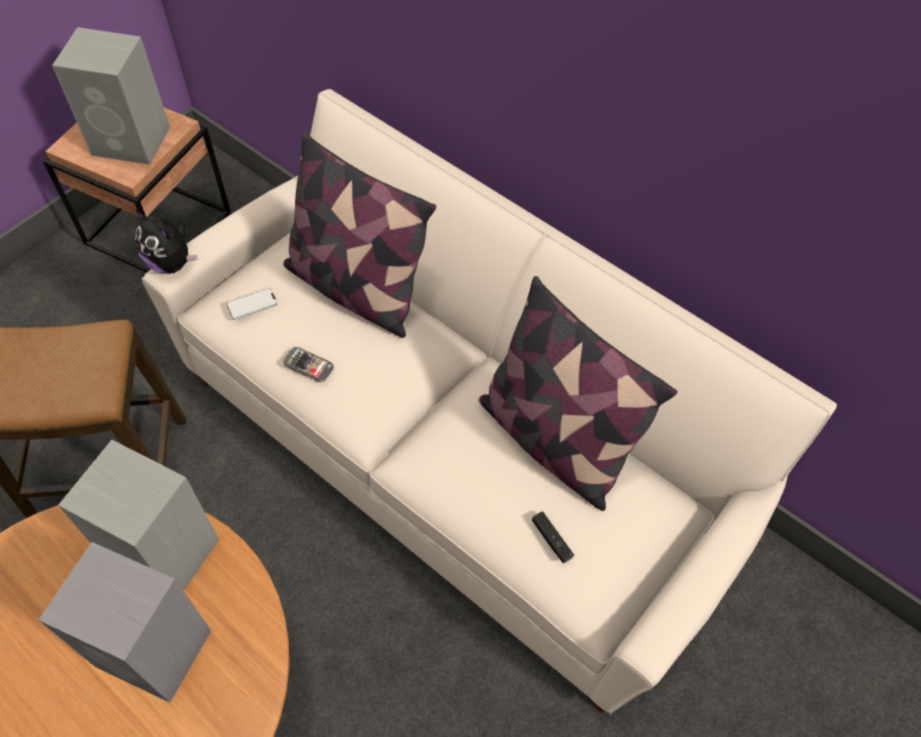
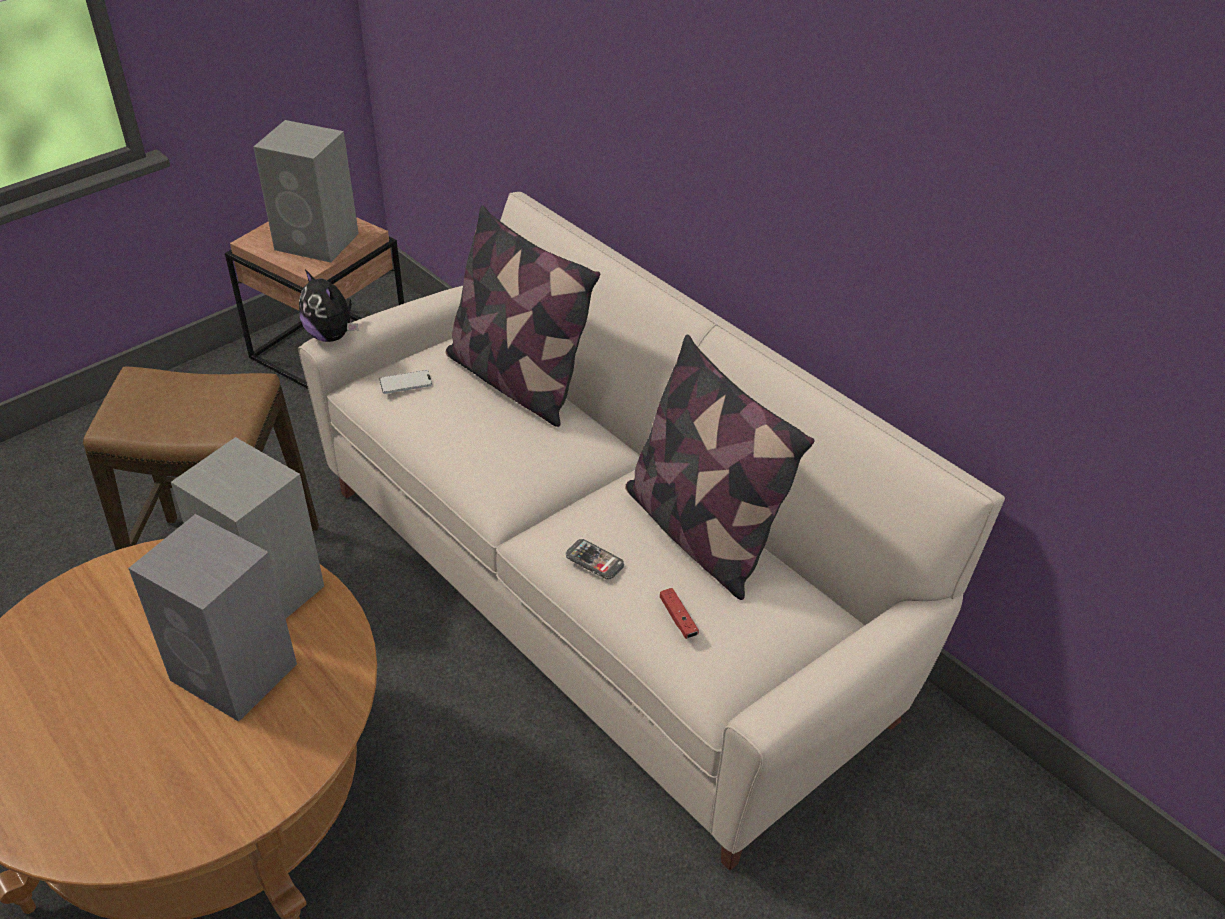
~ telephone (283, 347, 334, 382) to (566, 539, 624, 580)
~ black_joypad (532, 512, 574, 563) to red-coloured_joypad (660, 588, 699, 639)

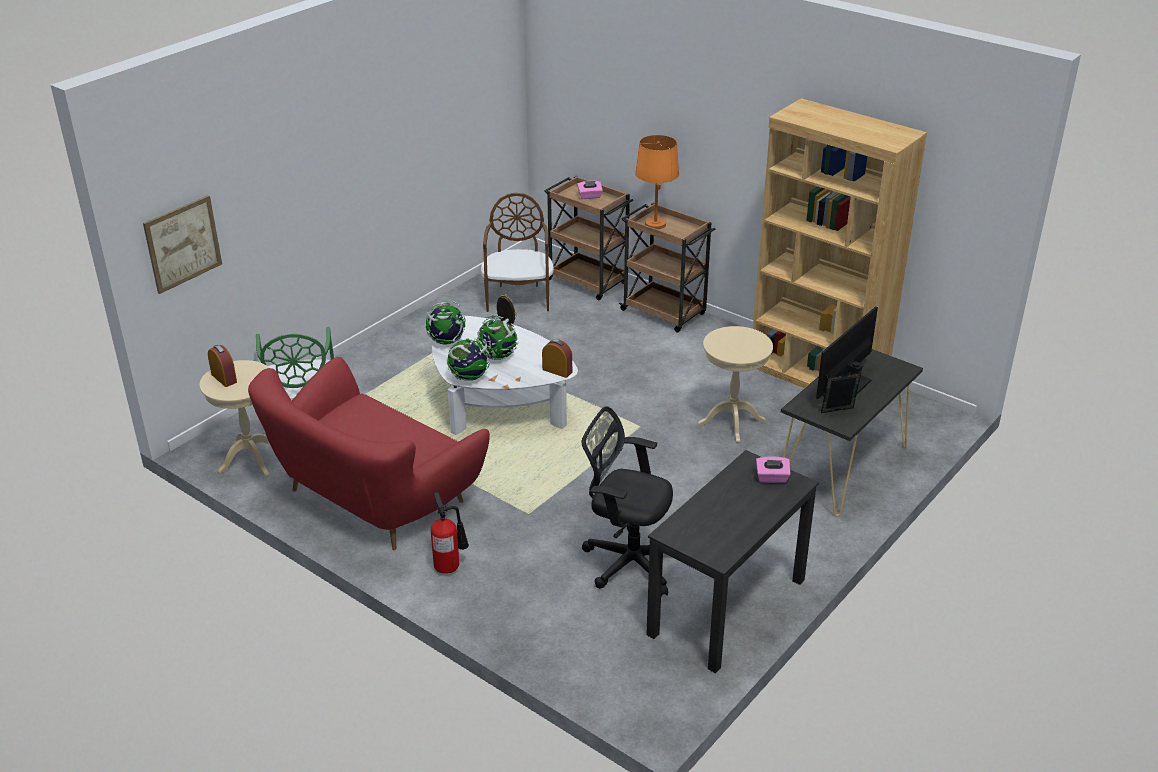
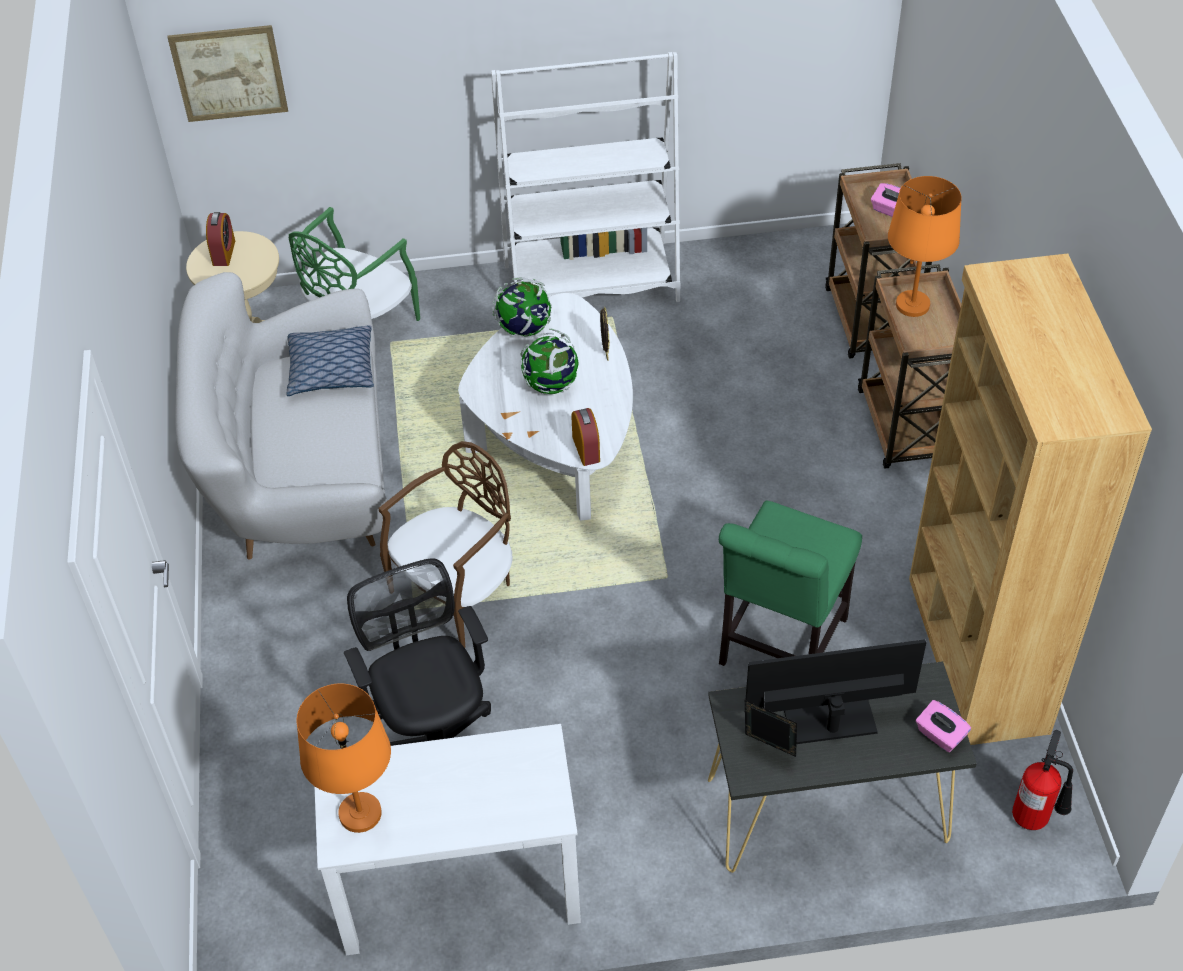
- desk_globe (446, 335, 491, 381)
+ throw_pillow (286, 325, 374, 396)
+ orangey_table_lamp (297, 683, 391, 833)
+ whitish_bookcase (491, 52, 680, 302)
~ fire_extinguisher (431, 492, 469, 574) to (1012, 730, 1073, 830)
~ brown-coloured_upright_chair (481, 193, 554, 312) to (379, 441, 513, 648)
~ pinkish_tissue_box (756, 456, 791, 483) to (916, 700, 971, 752)
~ beige-coloured_accent_table (698, 326, 773, 443) to greenish_upright_chair (719, 500, 862, 666)
~ red-coloured_settee (248, 357, 490, 550) to whitish_settee (175, 272, 387, 560)
~ black_desk_unit (646, 450, 819, 673) to whitish_desk_unit (314, 724, 581, 955)

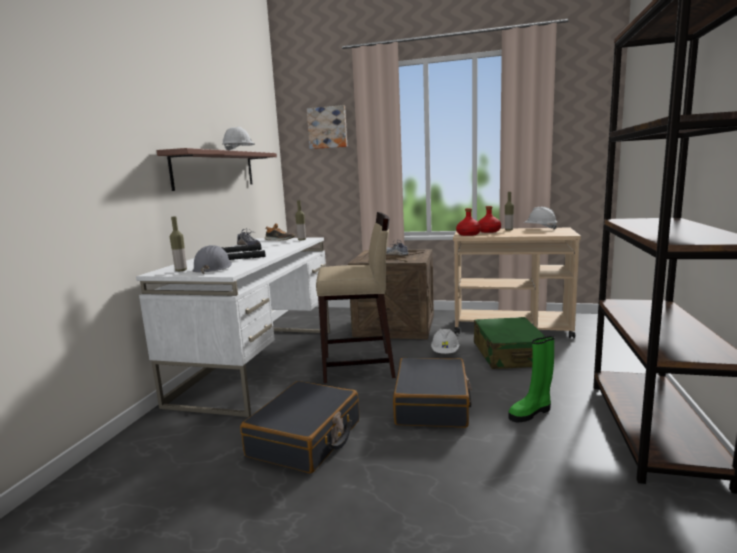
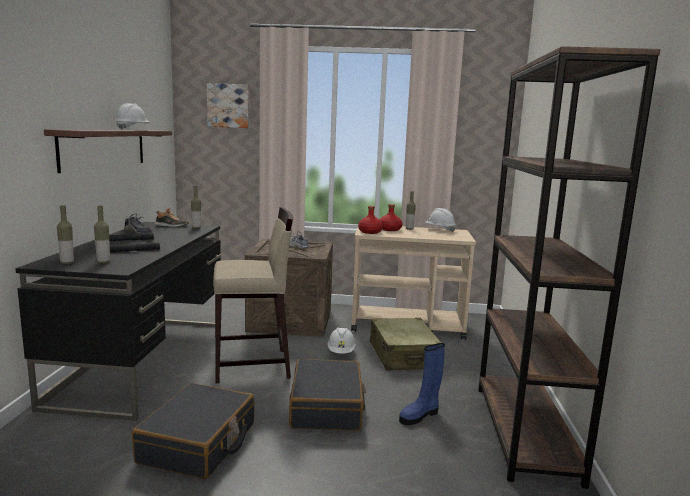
~ grey_safety_helmet (193, 245, 232, 274) to beverage_bottle (94, 206, 110, 263)
~ whitish_desk_unit (136, 237, 330, 417) to black_desk_unit (15, 222, 221, 421)
~ greenish_travel_case (474, 317, 546, 369) to beige-coloured_travel_case (370, 318, 442, 370)
~ greenish_boot (508, 336, 554, 422) to blue-coloured_boot (399, 343, 445, 425)

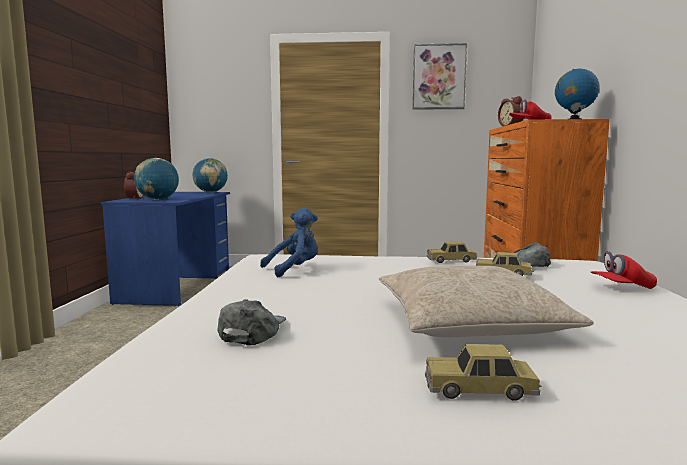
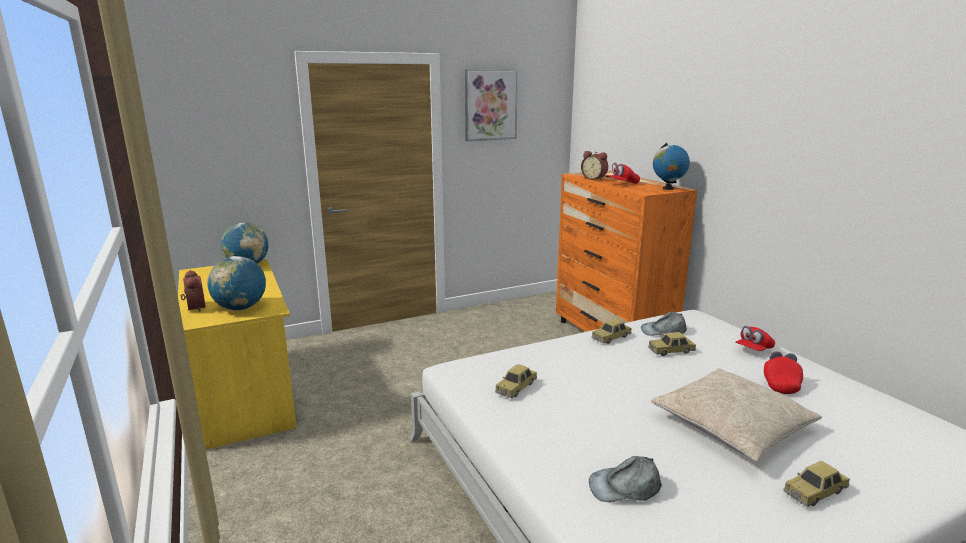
+ red-coloured_baseball_cap (764, 351, 803, 394)
~ blue-coloured_soft_toy (260, 208, 318, 277) to toy_car (495, 364, 537, 398)
~ blue-coloured_desk_unit (100, 192, 230, 306) to yellowish_desk_unit (178, 259, 297, 450)
~ grey_baseball_cap (217, 299, 286, 345) = (589, 456, 662, 502) 75 degrees counterclockwise

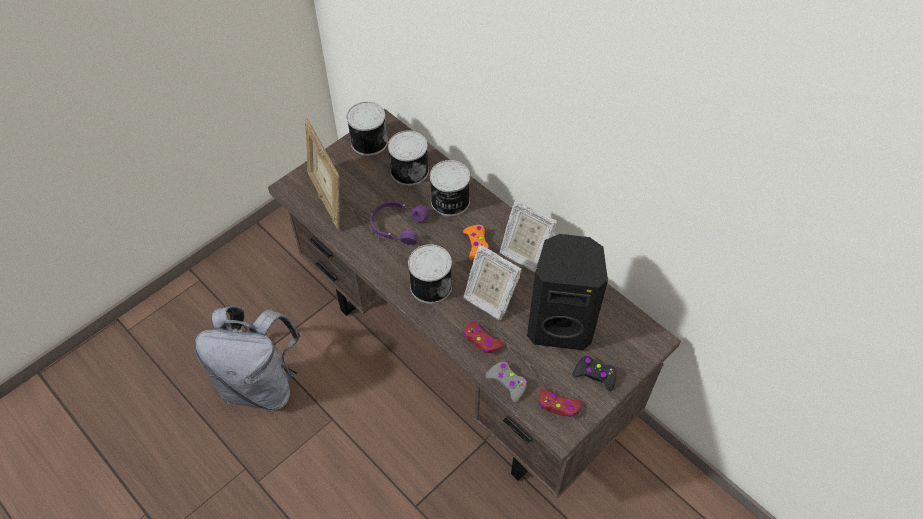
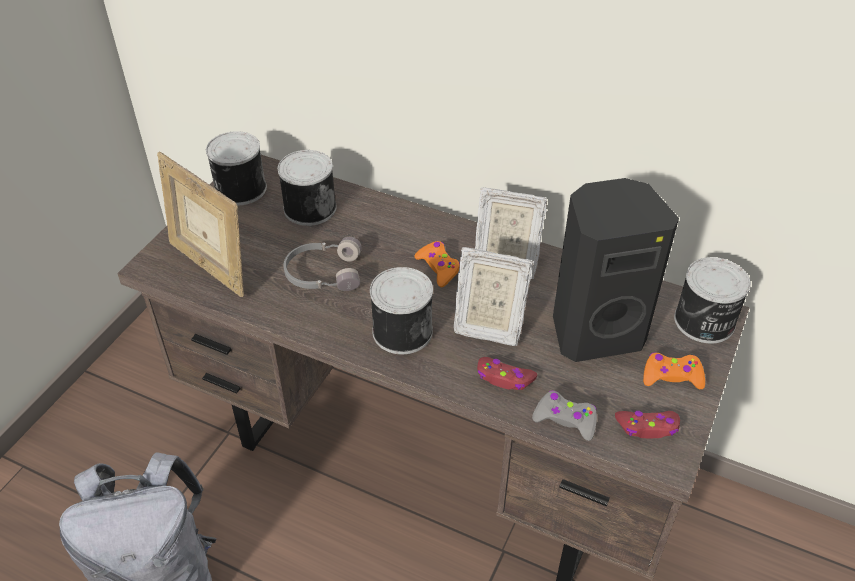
~ can (430, 160, 470, 216) to (674, 257, 751, 344)
~ purple_headset (370, 202, 429, 245) to grey_headset (284, 237, 362, 291)
~ black_joypad (573, 355, 616, 391) to orangey_joypad (643, 352, 705, 389)

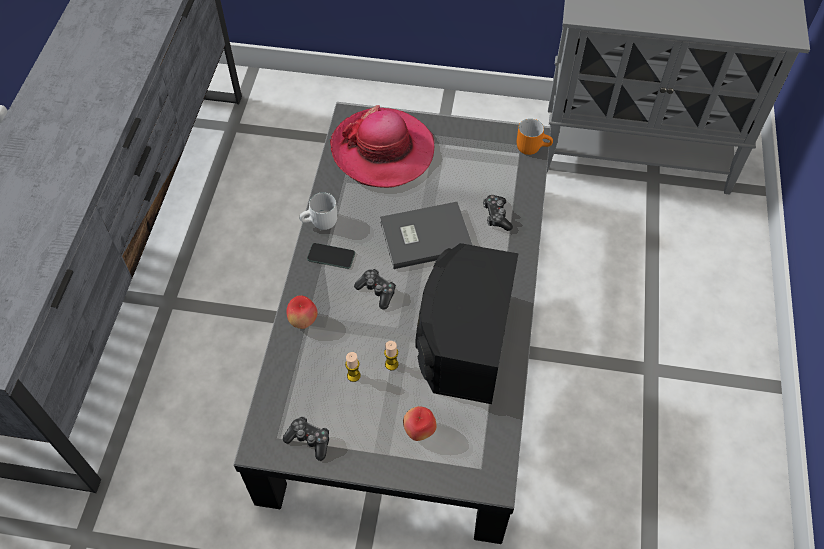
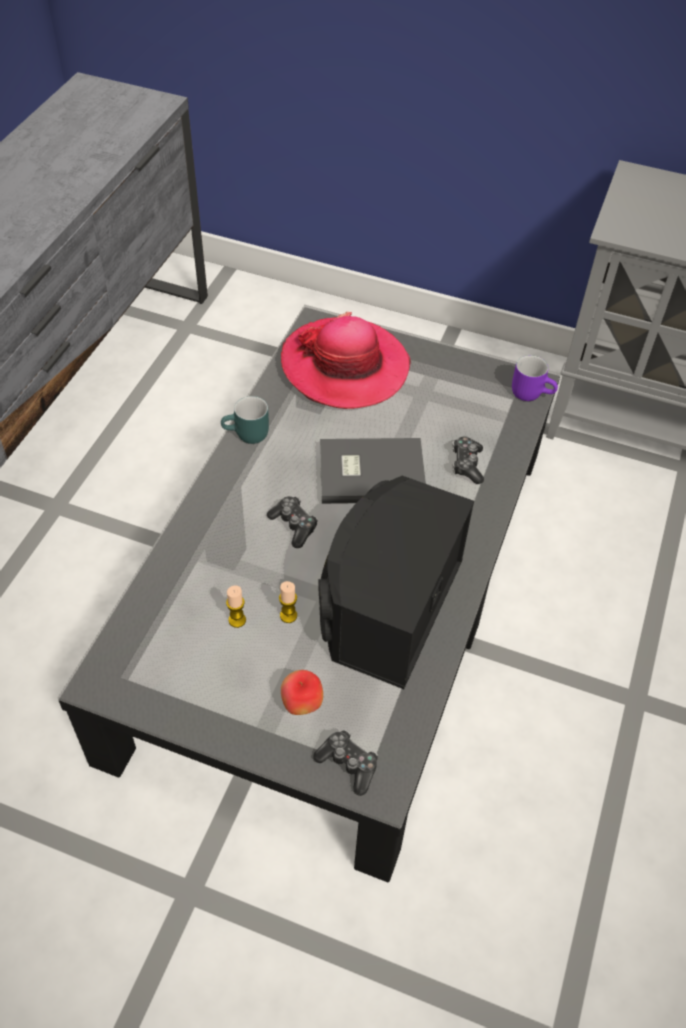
- whole_apple (287, 295, 318, 329)
- telephone (307, 243, 355, 269)
~ joypad (283, 416, 329, 461) to (313, 730, 378, 796)
~ whitish_tea_mug (299, 192, 337, 230) to turquoise_tea_mug (221, 396, 269, 444)
~ orangey_tea_mug (517, 119, 553, 155) to purple_tea_mug (512, 355, 558, 401)

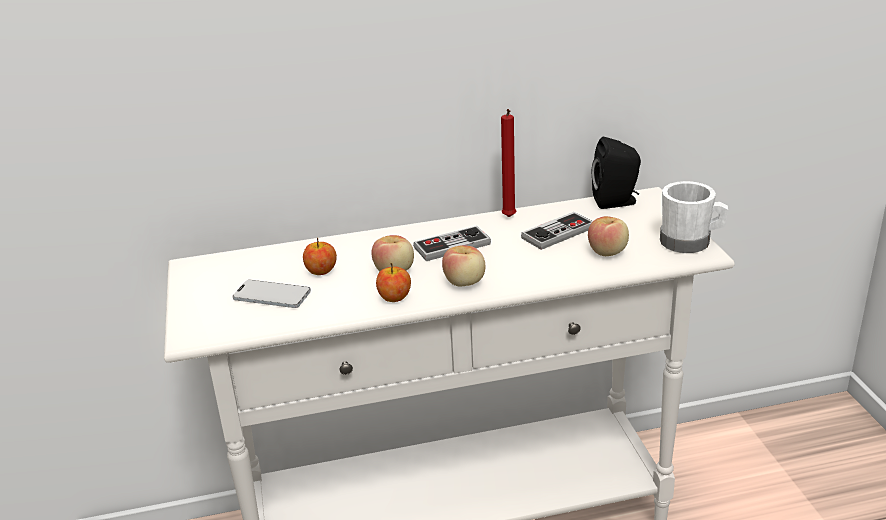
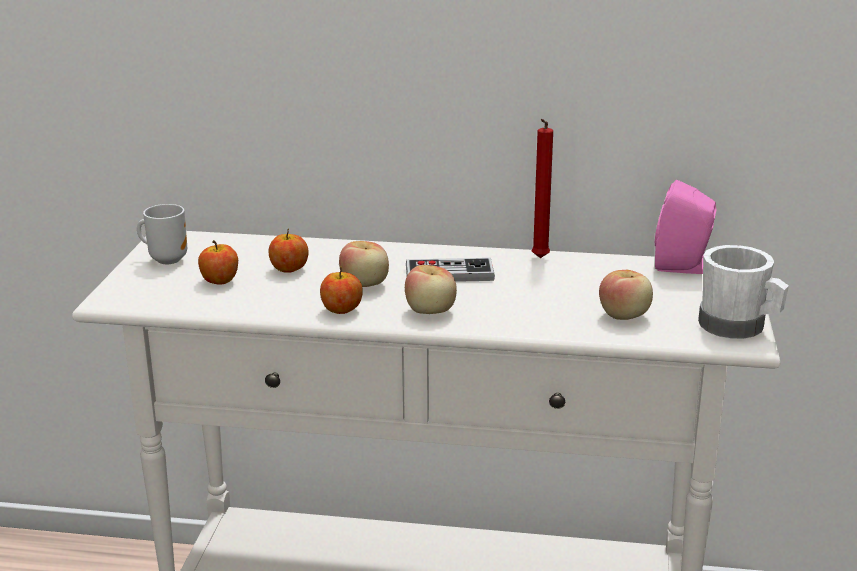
- joypad (521, 212, 593, 250)
+ tea_mug (137, 204, 187, 264)
~ telephone (233, 280, 311, 308) to whole_apple (198, 240, 238, 284)
~ black_loudspeaker (592, 137, 641, 209) to pinkish_loudspeaker (655, 180, 716, 274)

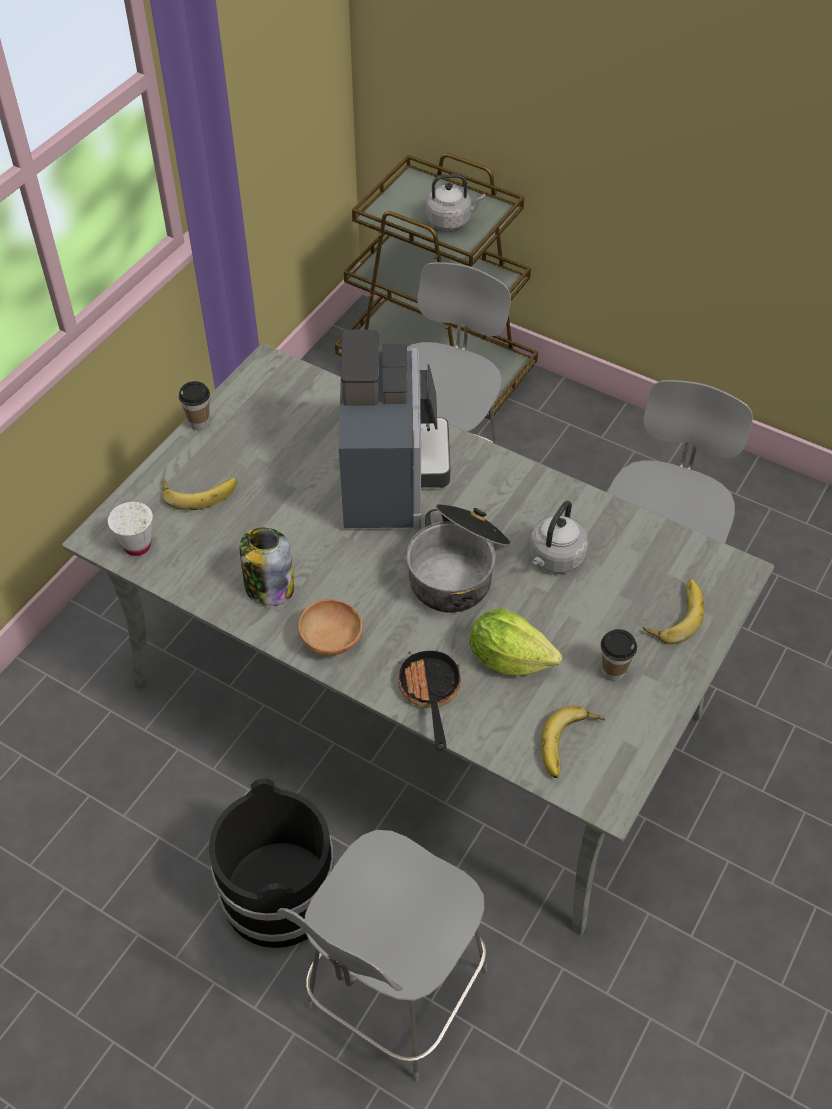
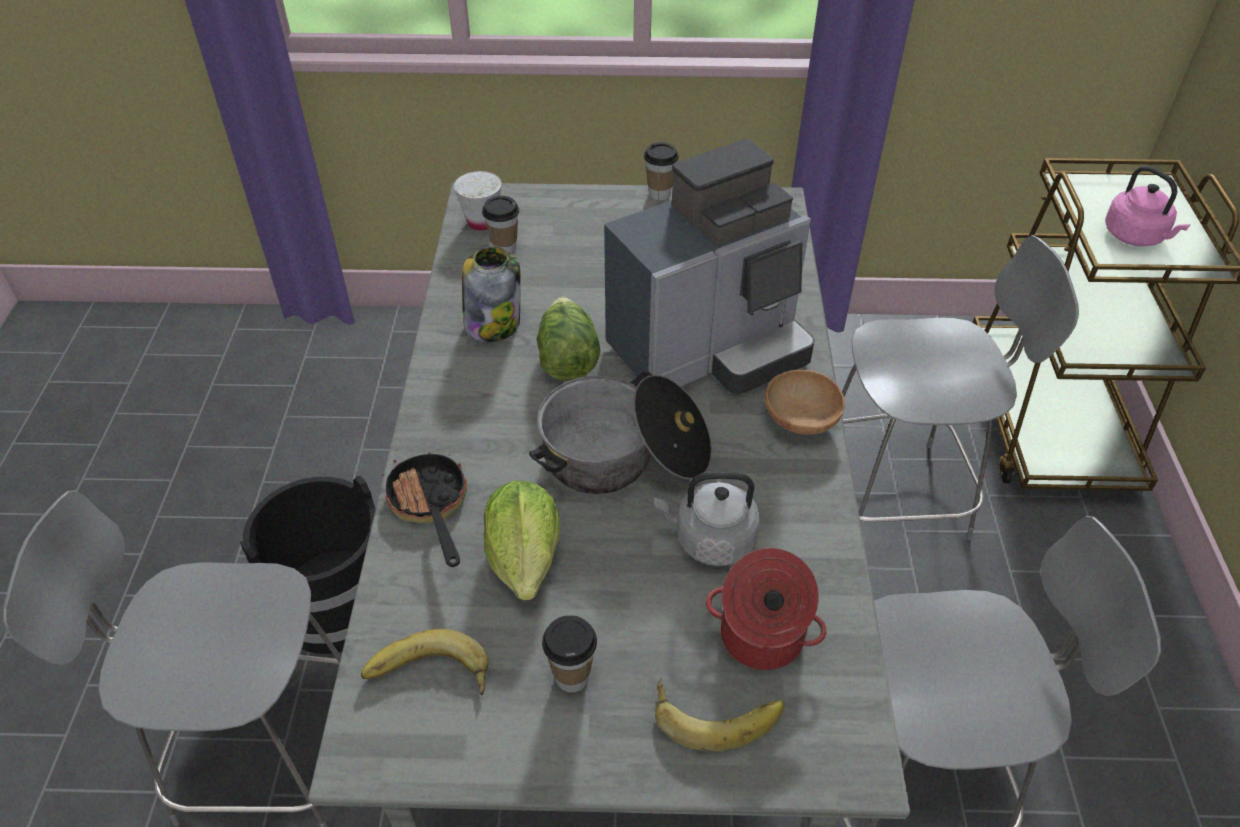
- banana_fruit (162, 478, 237, 510)
+ cup (482, 196, 519, 254)
+ lettuce (537, 297, 600, 381)
+ saucepot (706, 548, 826, 670)
~ brown-coloured_deep_dish (298, 599, 363, 655) to (765, 370, 845, 435)
~ grey_kettle (426, 174, 485, 230) to pinkish_kettle (1105, 166, 1190, 246)
~ skillet (398, 645, 462, 751) = (382, 450, 467, 567) 75 degrees counterclockwise

